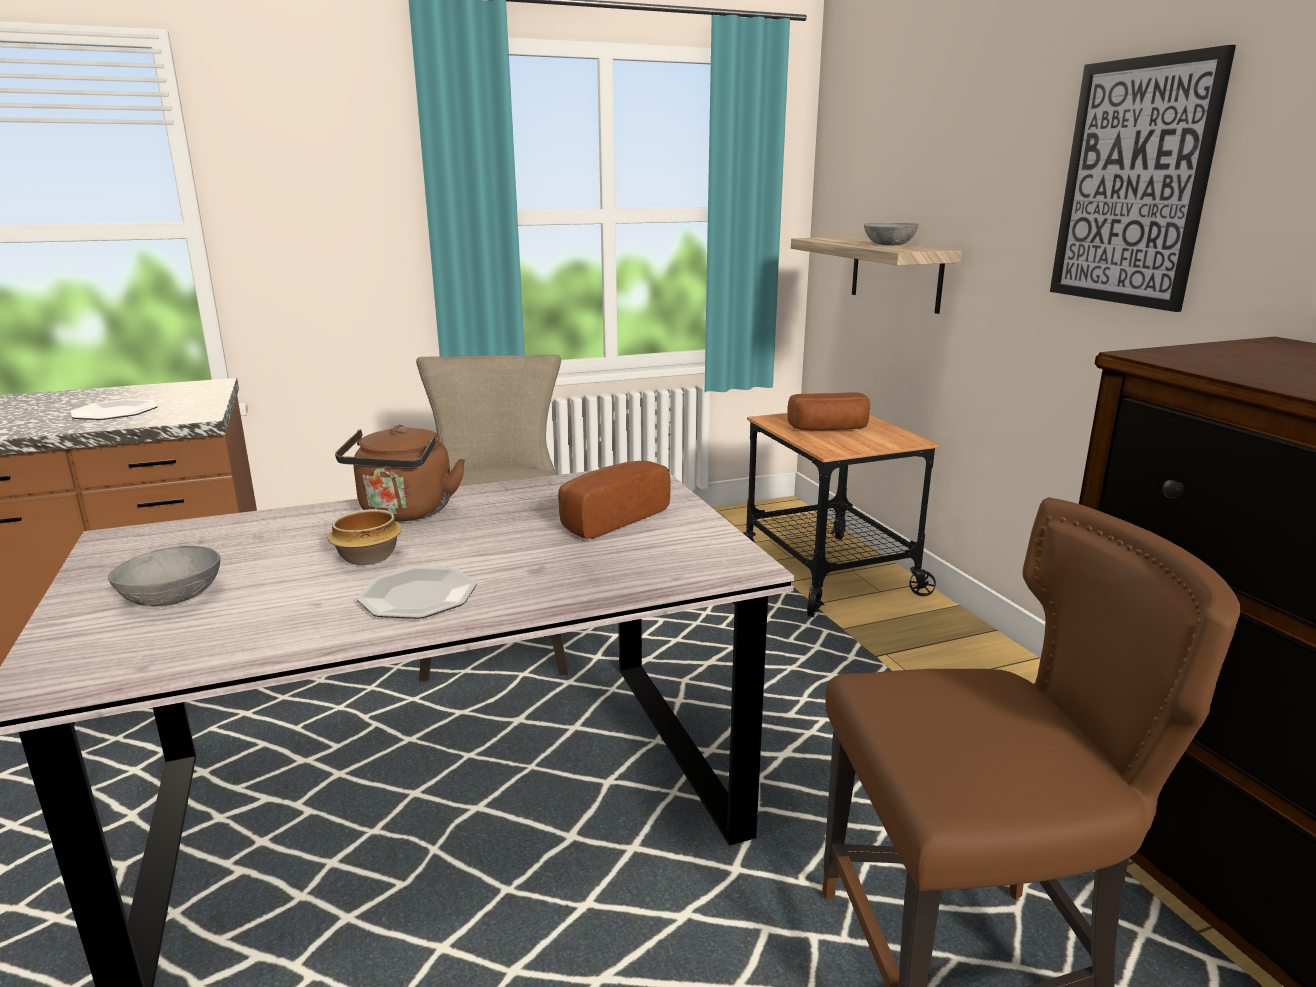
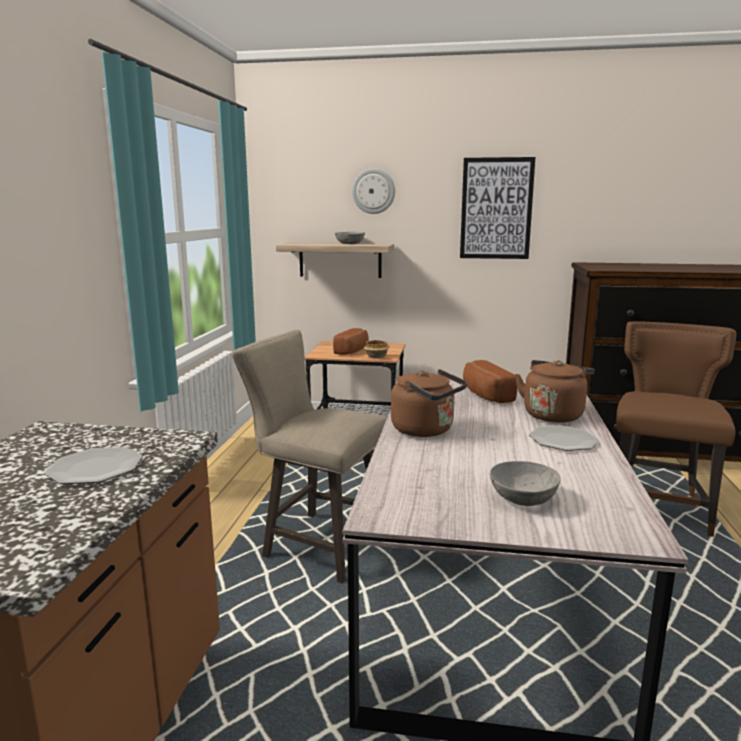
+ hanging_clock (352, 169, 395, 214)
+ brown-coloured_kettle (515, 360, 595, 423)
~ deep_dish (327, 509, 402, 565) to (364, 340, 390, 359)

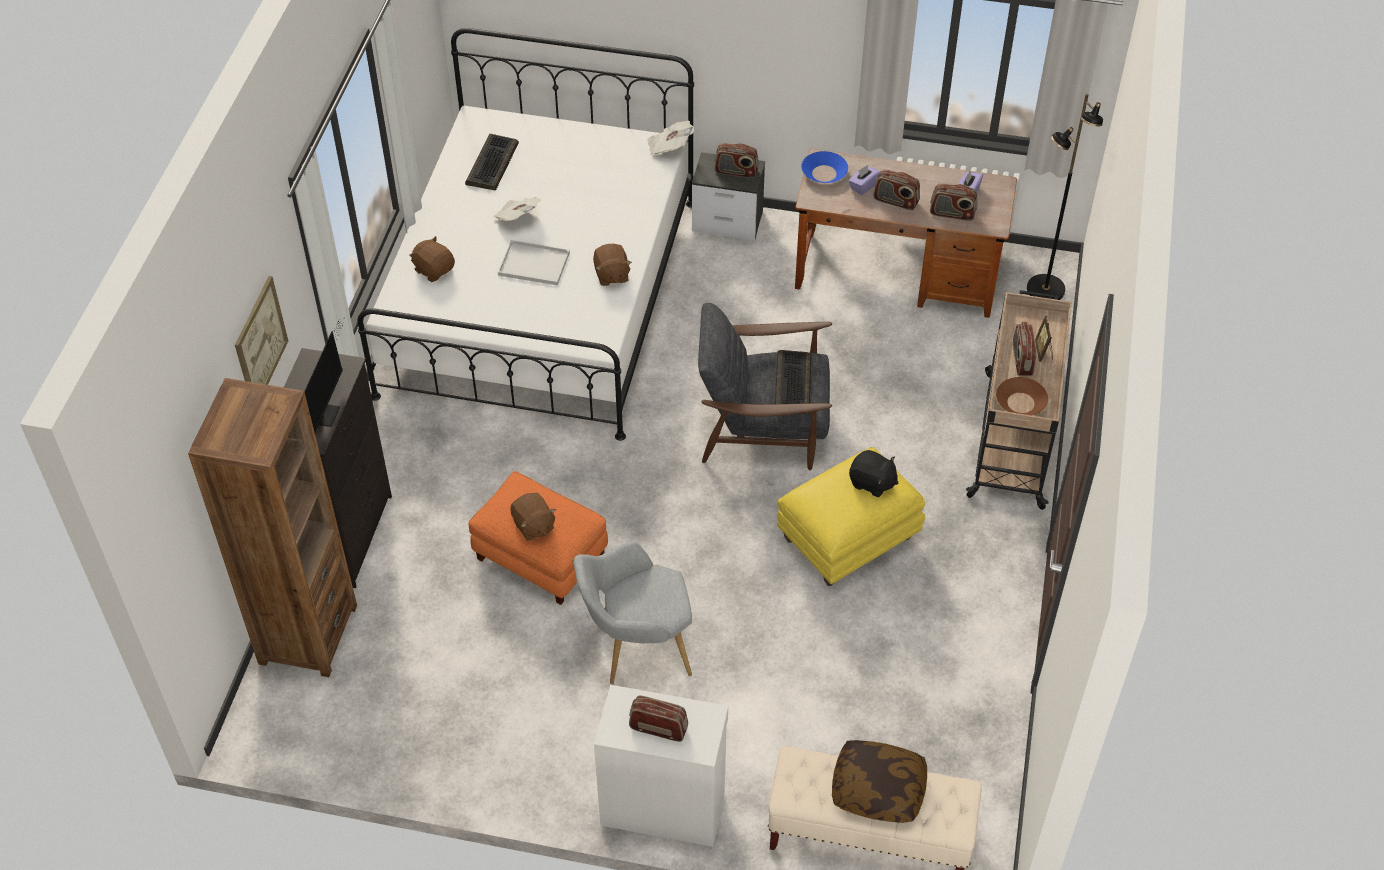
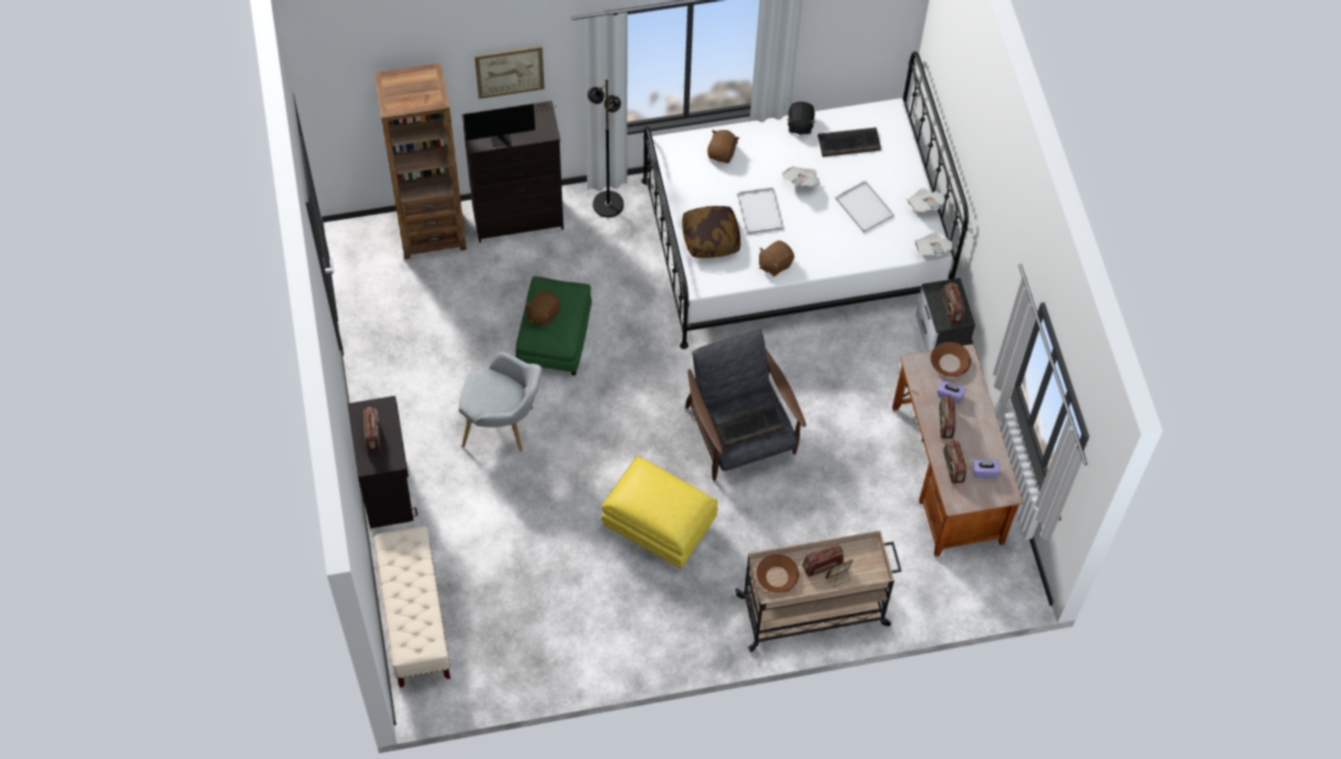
+ whitish_serving_tray (835, 180, 894, 233)
+ daily_paper (907, 188, 948, 212)
~ throw_pillow (832, 740, 927, 823) to (682, 206, 741, 258)
~ black_soft_toy (849, 450, 899, 497) to (787, 102, 815, 135)
~ black_standing_lamp (1027, 93, 1103, 300) to (587, 78, 624, 218)
~ orangey_ottoman (468, 471, 608, 605) to greenish_ottoman (516, 276, 592, 376)
~ whitish_cabinet (594, 685, 728, 847) to black_cabinet (347, 396, 418, 528)
~ blue-coloured_deep_dish (802, 151, 848, 183) to brown-coloured_deep_dish (931, 342, 971, 377)
~ grey_easy_chair (574, 541, 692, 684) = (459, 352, 542, 452) 135 degrees clockwise

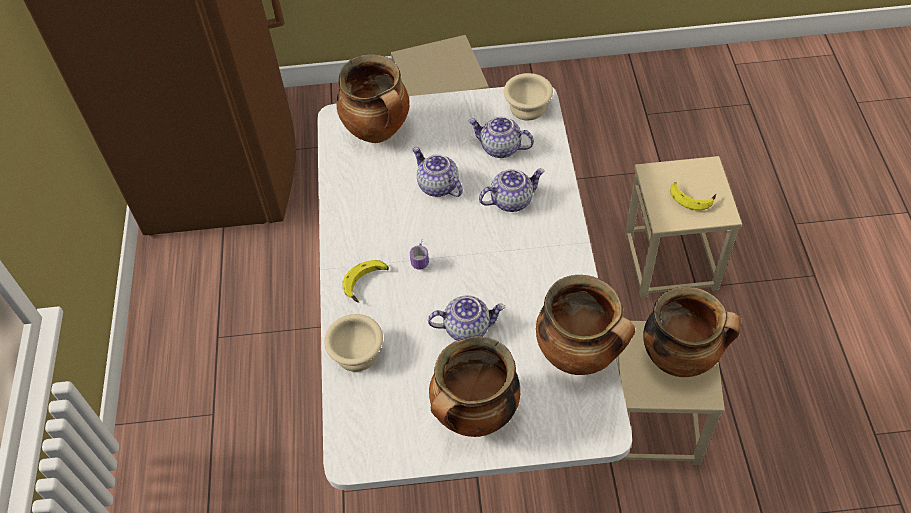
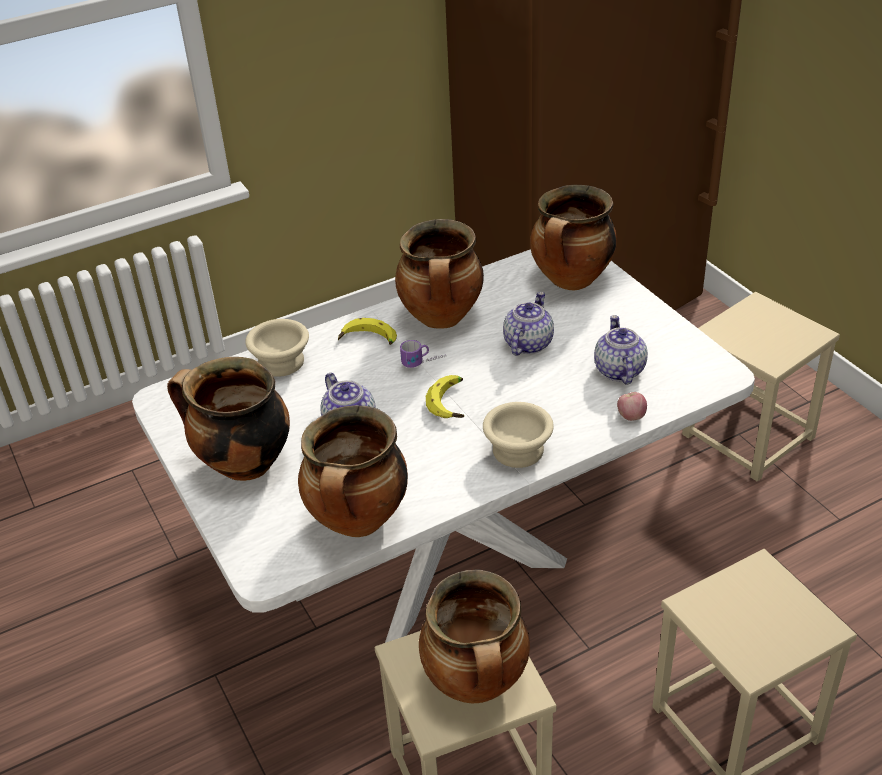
- tea_pot (479, 168, 544, 212)
+ saucepot (395, 219, 484, 329)
+ whole_apple (617, 392, 647, 421)
~ beige-coloured_deep_dish (504, 73, 553, 120) to (483, 402, 554, 468)
~ banana_fruit (670, 182, 716, 210) to (426, 375, 464, 418)

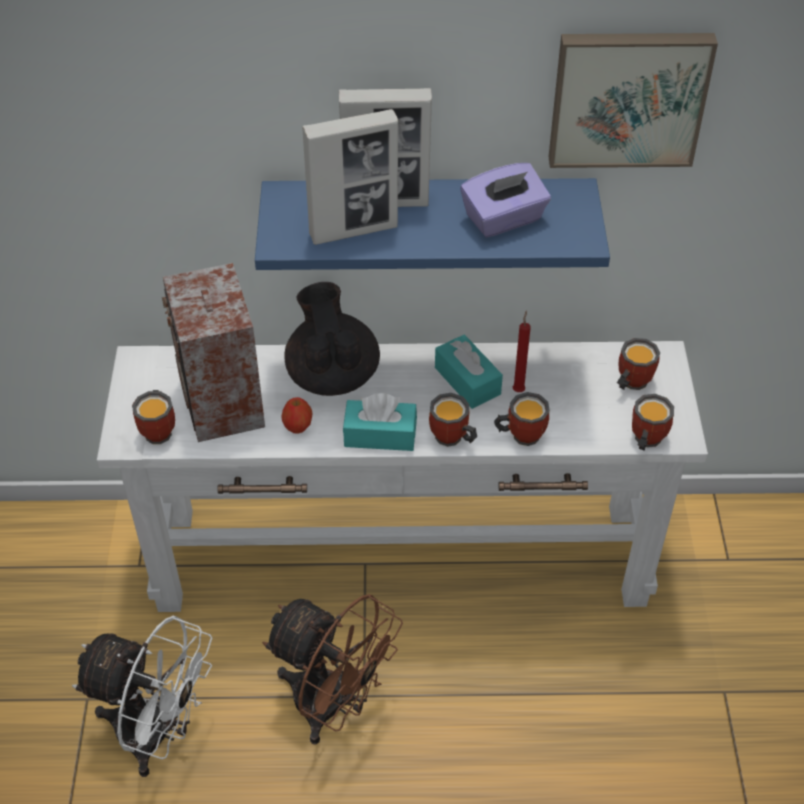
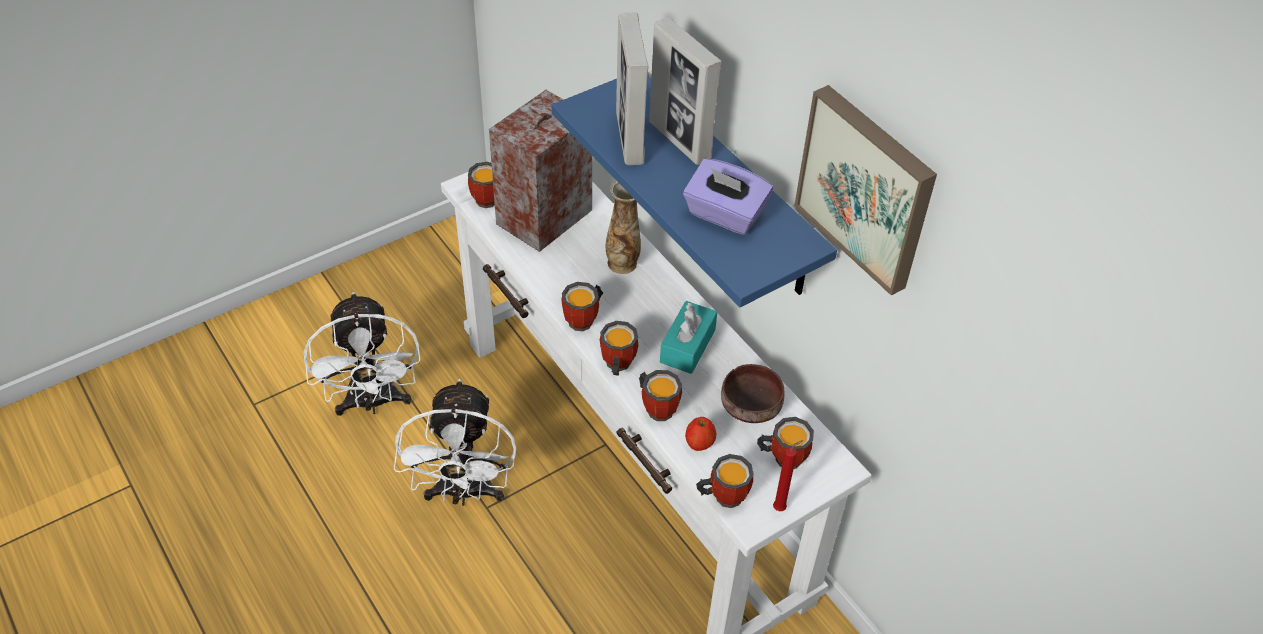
+ brown-coloured_deep_dish (721, 364, 784, 423)
~ whole_apple (281, 397, 312, 434) to (685, 417, 716, 451)
~ red-coloured_candle (513, 311, 531, 392) to (773, 440, 803, 511)
~ black_tea_pot (284, 282, 380, 396) to decorative_vase (606, 181, 641, 274)
~ turquoise_tissue_box (343, 393, 417, 451) to tea_mug (561, 282, 603, 331)
~ brown-coloured_electric_fan (262, 594, 403, 745) to whitish_electric_fan (394, 379, 517, 506)
~ photo_frame (302, 109, 398, 245) = (616, 13, 649, 165) 45 degrees clockwise

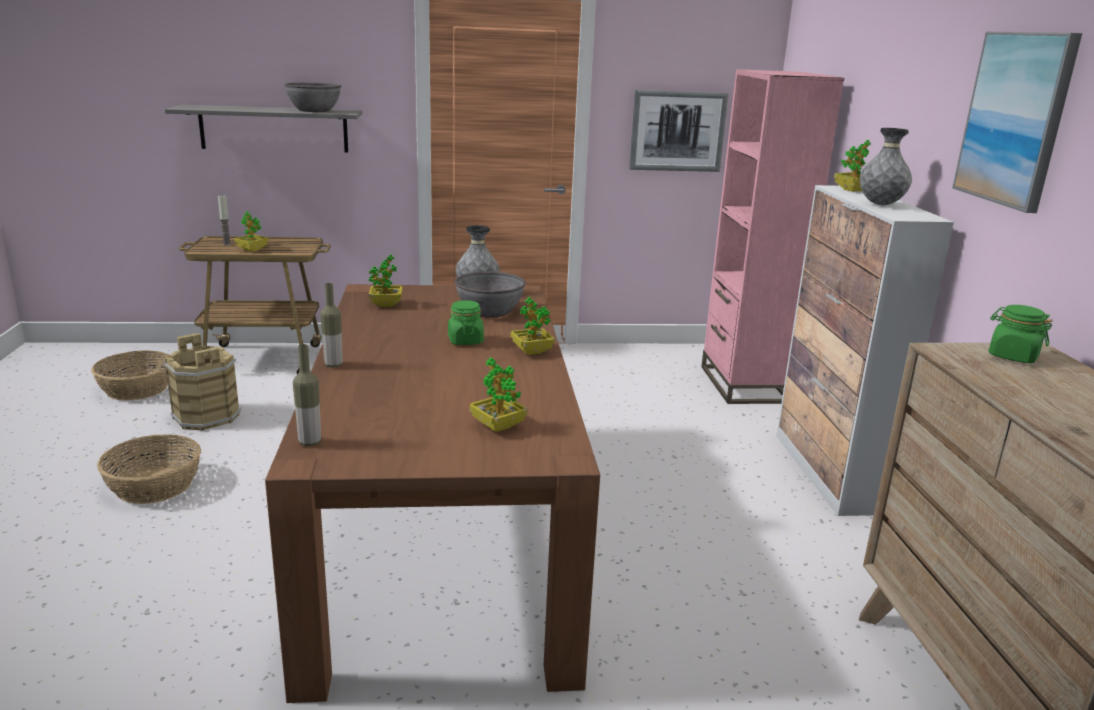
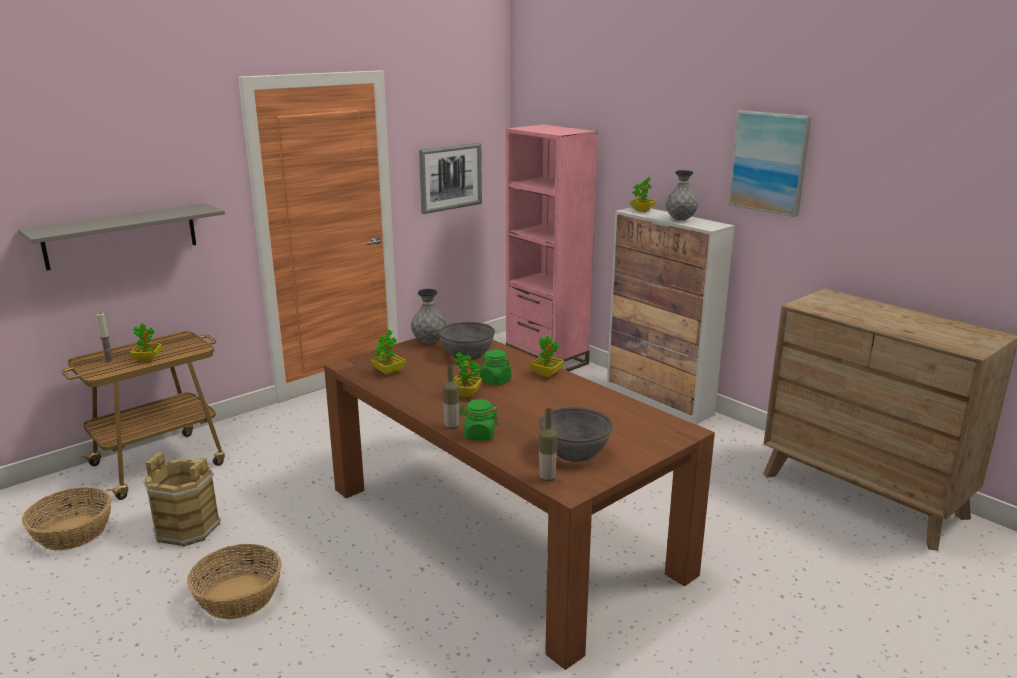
~ grey_deep_dish (285, 83, 341, 112) to (539, 407, 613, 462)
~ plant_in_a_pot (470, 357, 528, 432) to (454, 352, 482, 398)
~ greenish_storage_jar (989, 305, 1053, 363) to (459, 399, 498, 441)

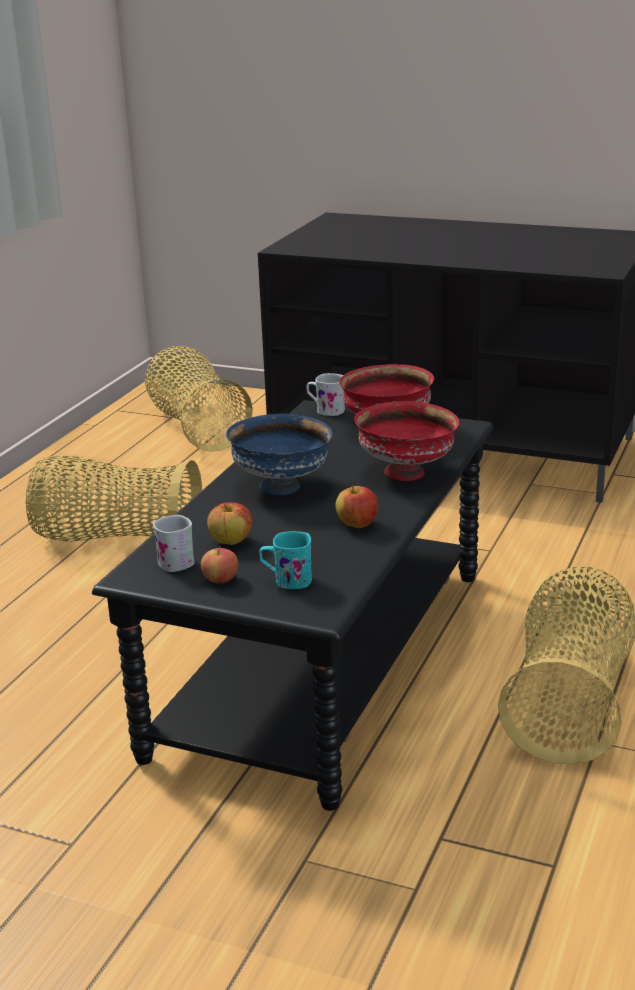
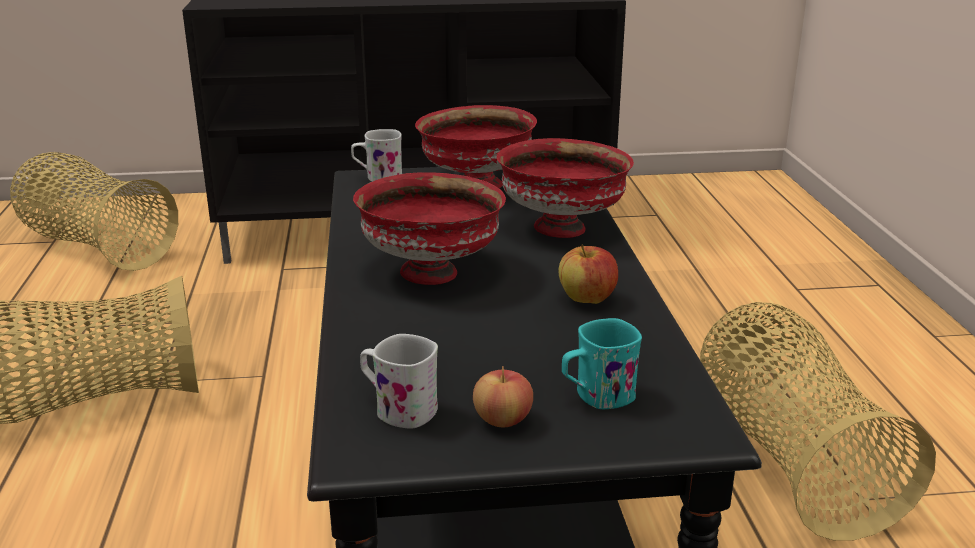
- whole_apple (207, 502, 252, 545)
~ blue-coloured_deep_dish (226, 414, 333, 495) to red-coloured_deep_dish (353, 172, 506, 285)

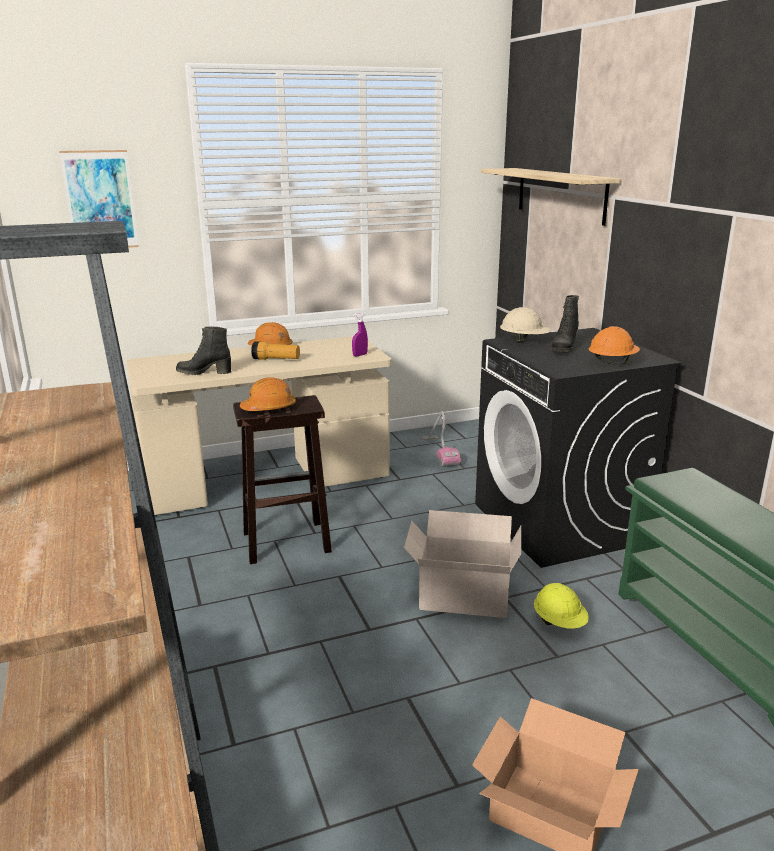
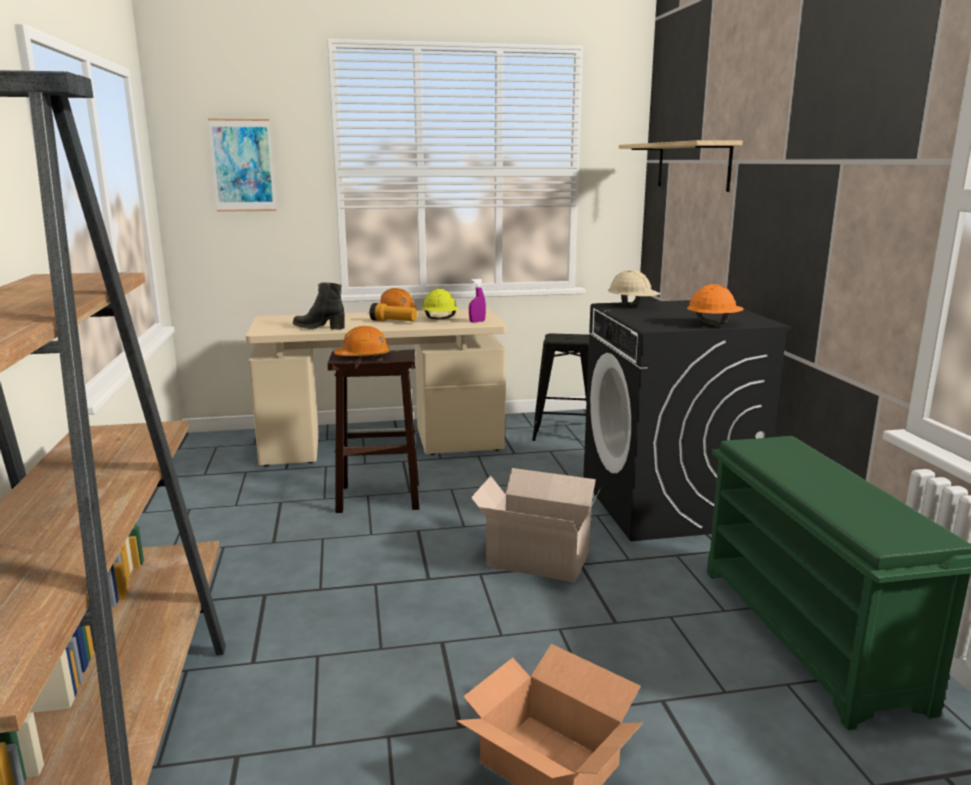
- black_boot (551, 295, 579, 352)
~ yellowish_safety_helmet (534, 583, 589, 629) to (422, 289, 458, 319)
~ hoover (421, 411, 461, 467) to black_sitting_stool (532, 333, 589, 441)

